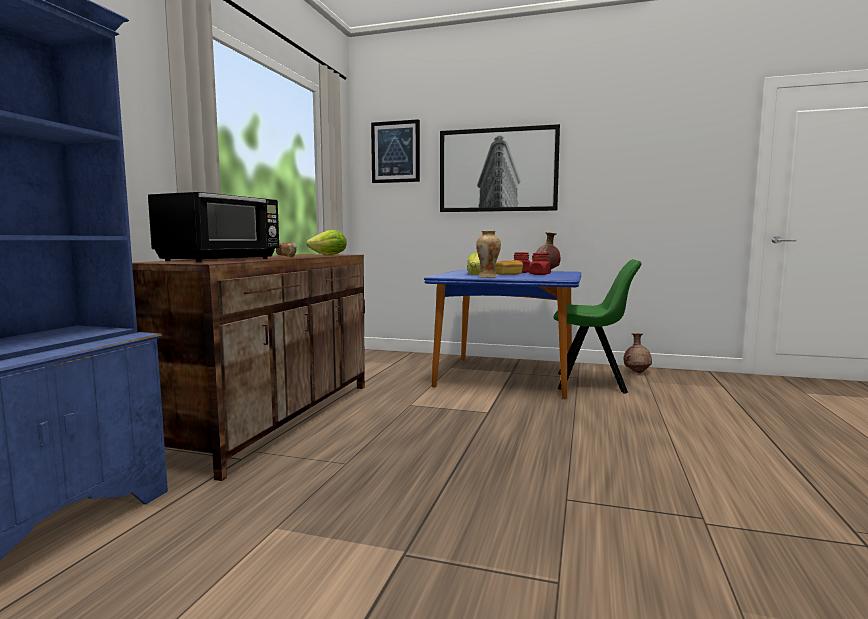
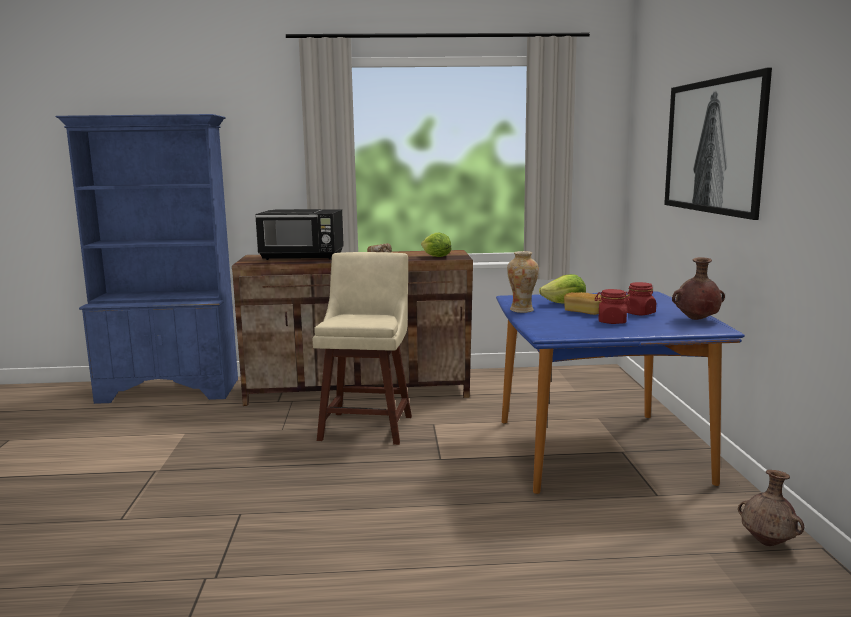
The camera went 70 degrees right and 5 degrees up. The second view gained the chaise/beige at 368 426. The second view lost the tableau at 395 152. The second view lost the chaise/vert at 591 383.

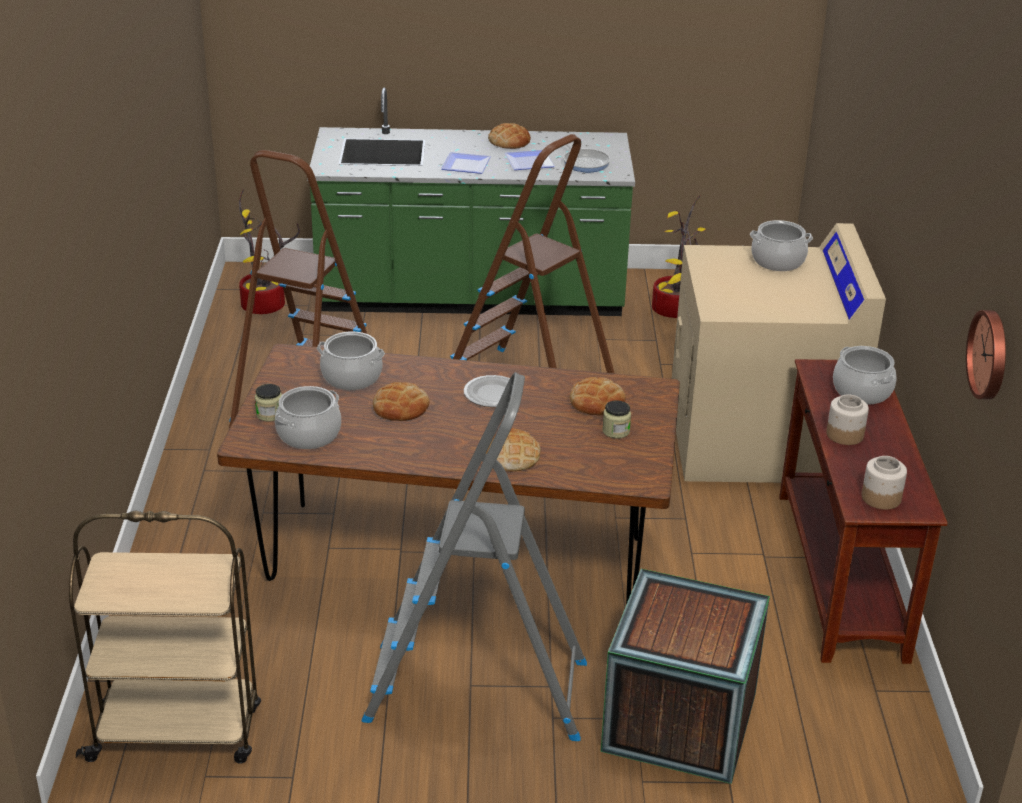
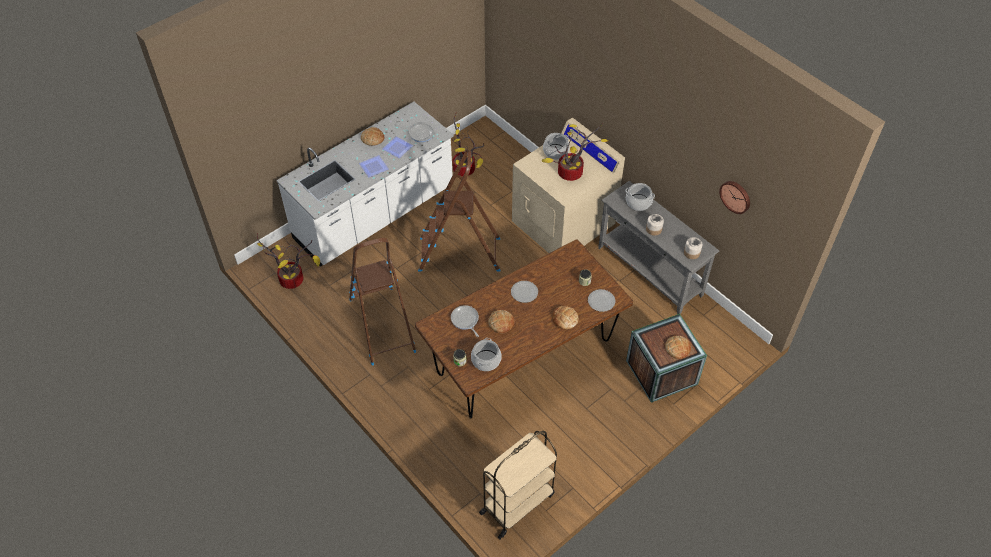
The camera went 40 degrees left and 20 degrees up. What was the comptoir de cuisine/vert at 471 296 turned into the comptoir de cuisine/blanc at 375 214. Where the marmite stood at 351 377, the poêle came to stand at 465 320. The second view gained the plante en pot at 570 174. The second view gained the assiette at 601 301. What was the table console/marron at 841 575 turned into the table console/gris at 650 271. The pain ended up elsewhere, having gone from 597 402 to 677 348. The second view lost the escabeau/gris at 475 691.

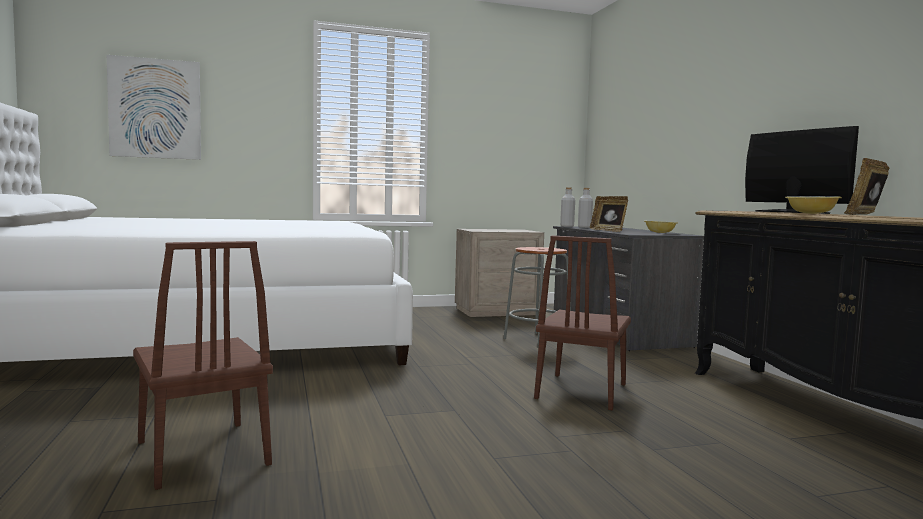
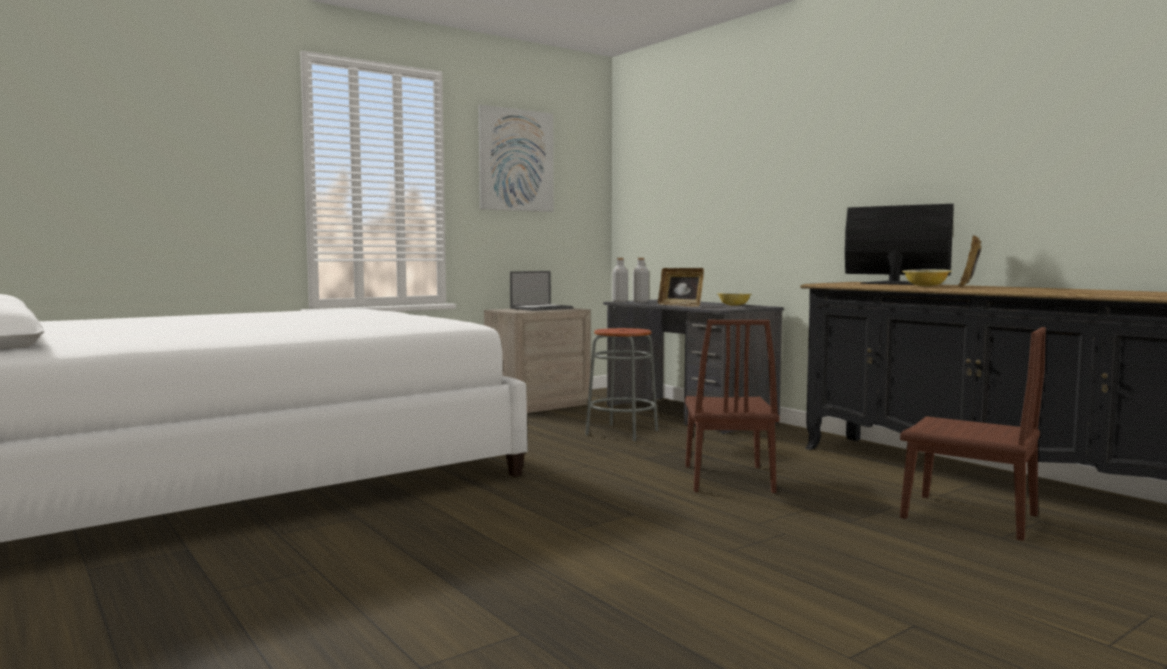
The camera went 20 degrees left and 0 degrees up. The tableau ended up elsewhere, having gone from 155 108 to 516 160. The second view gained the ordinateur portable at 542 308. The chaise/marron ended up elsewhere, having gone from 202 452 to 968 516.

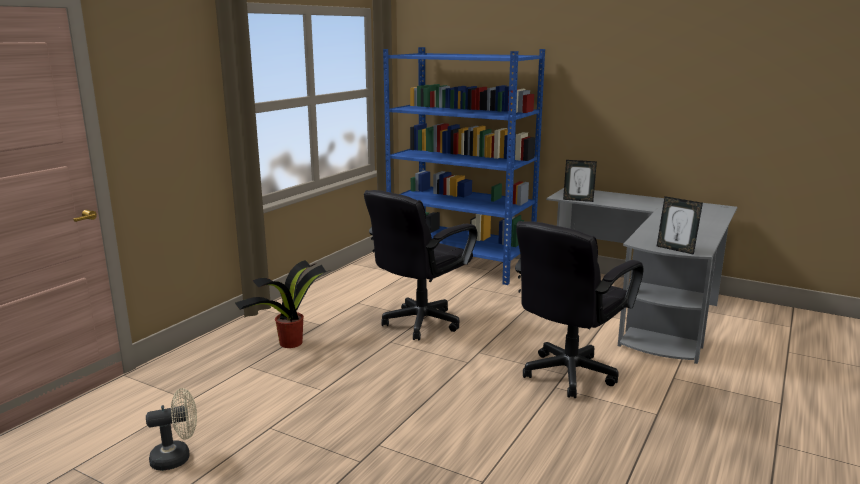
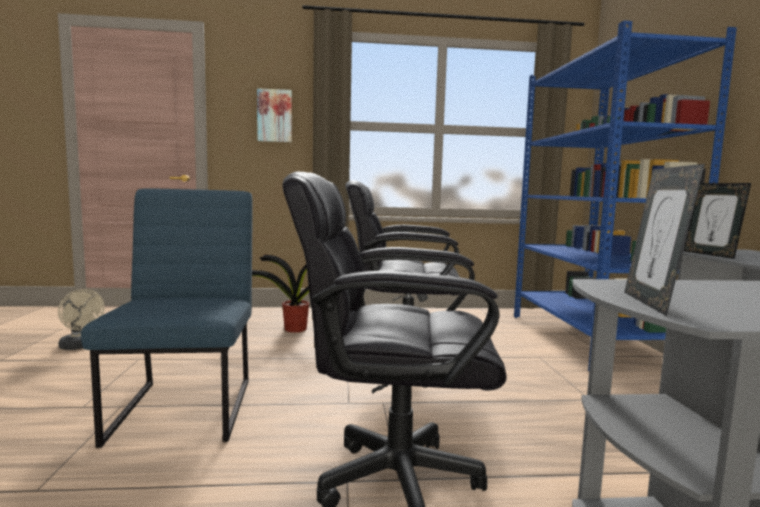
The camera went 55 degrees right and 10 degrees down. The second view gained the chaise/bleu at 186 407. The second view gained the tableau at 275 116.

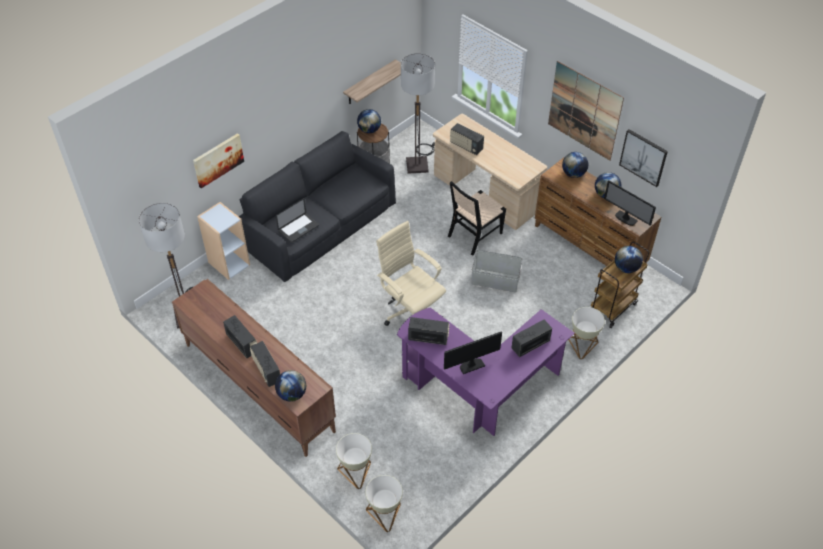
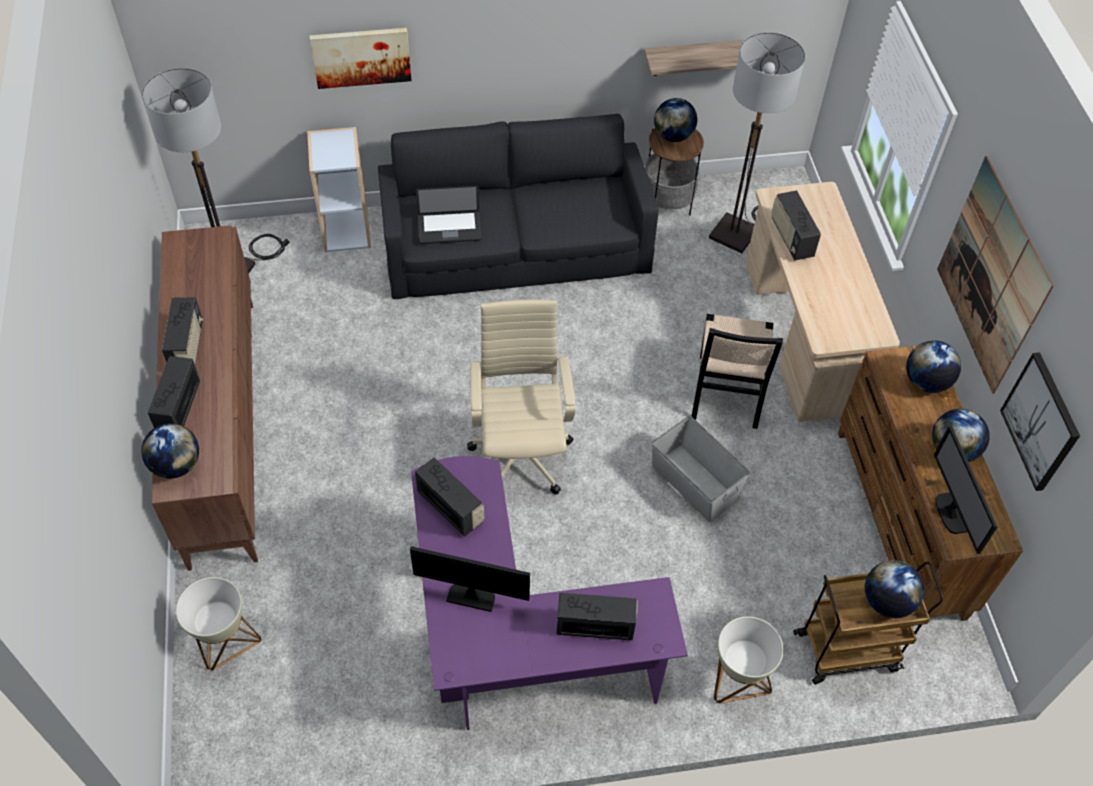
The camera went 35 degrees right and 5 degrees up. The chaise at 475 235 ended up facing another way, 75 degrees counterclockwise from before. The second view lost the cache-pot at 384 516.

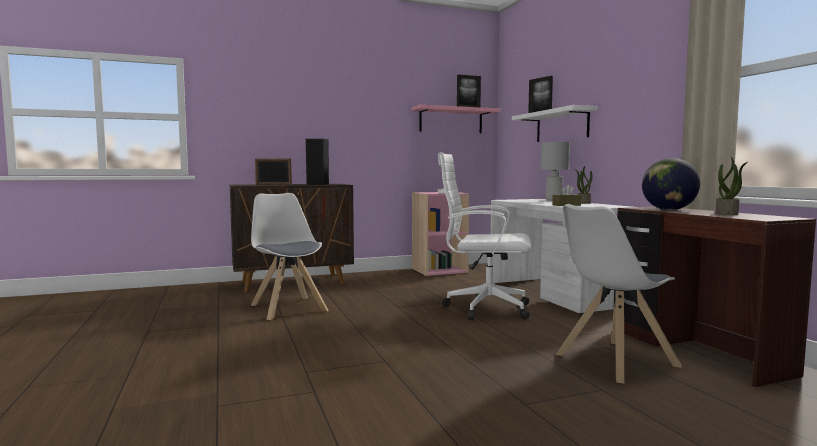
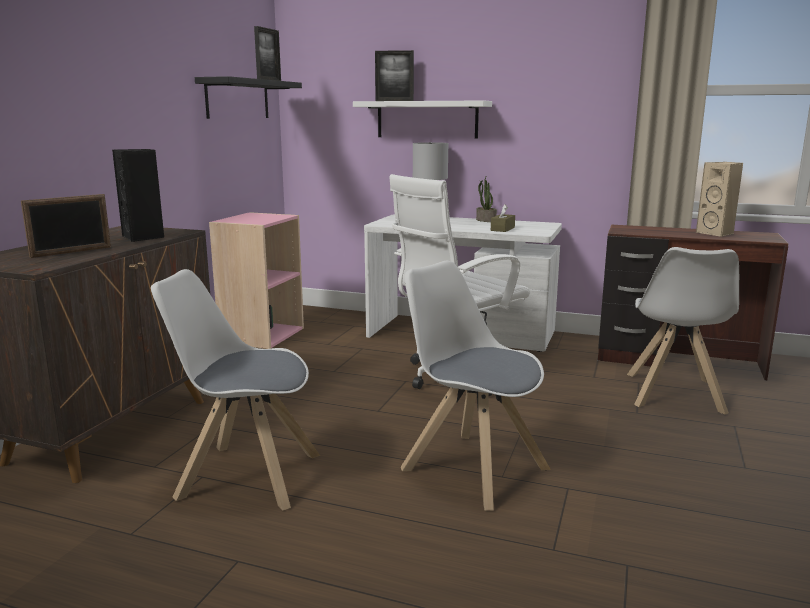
The camera went 50 degrees left and 10 degrees up. What was the étagère/rose at 451 120 turned into the étagère/noir at 238 99. The second view gained the chaise at 471 467. Where the plante en pot stood at 727 213, the enceinte/beige came to stand at 716 233. The second view lost the globe at 668 210.

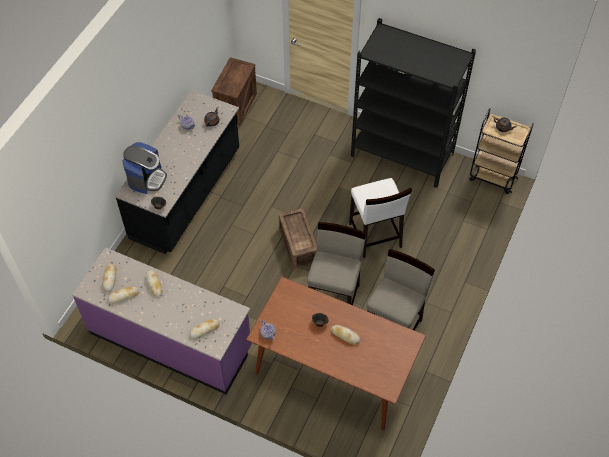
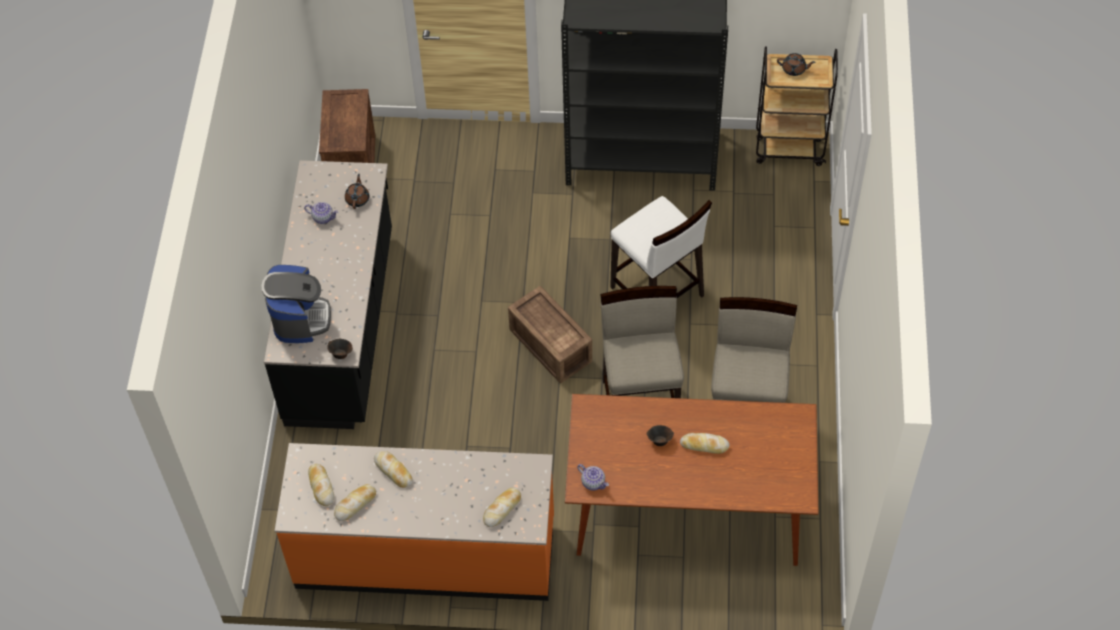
The camera went 20 degrees left and 0 degrees up. What was the comptoir de cuisine/violet at 170 340 turned into the comptoir de cuisine/orange at 426 552.

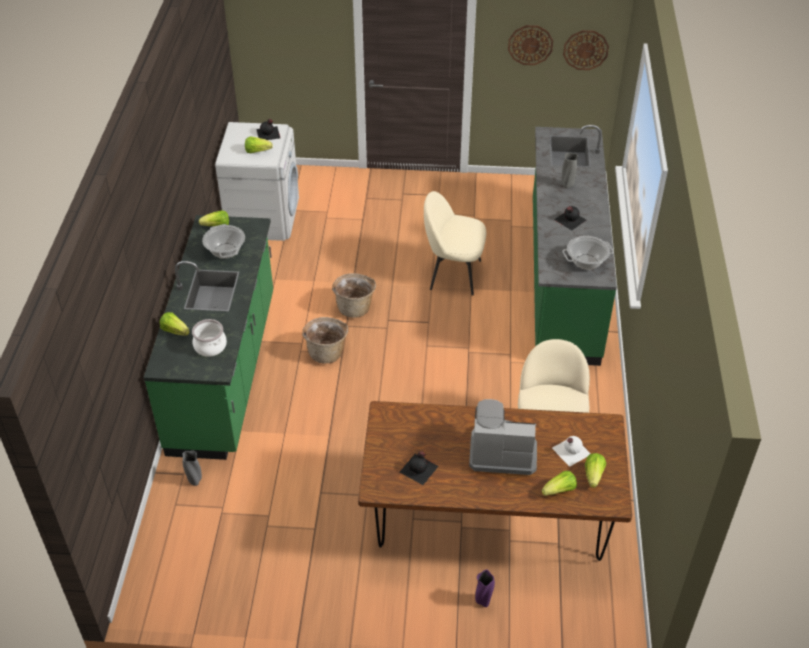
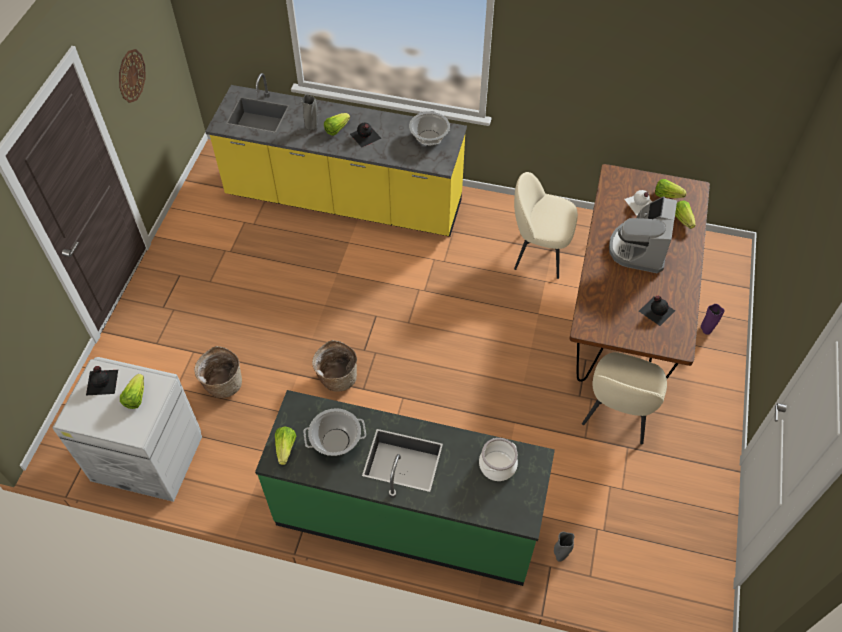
The camera went 80 degrees left and 10 degrees up. The panier ended up elsewhere, having gone from 327 352 to 223 383. What was the comptoir de cuisine/vert at 561 279 turned into the comptoir de cuisine/jaune at 344 201. The laitue ended up elsewhere, having gone from 175 331 to 336 129. The chaise/beige ended up elsewhere, having gone from 453 274 to 617 415. The second view lost the horloge murale at 585 49.

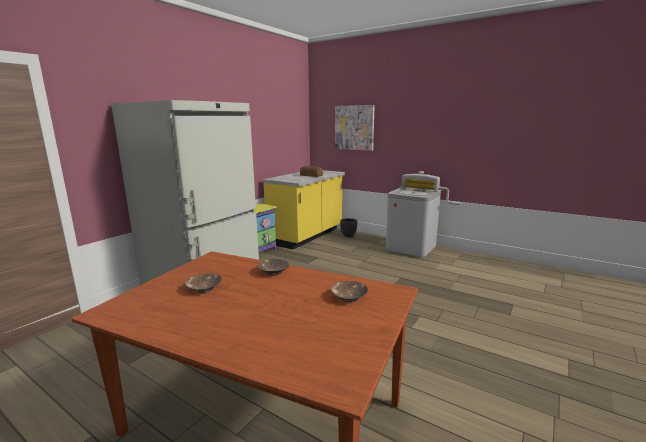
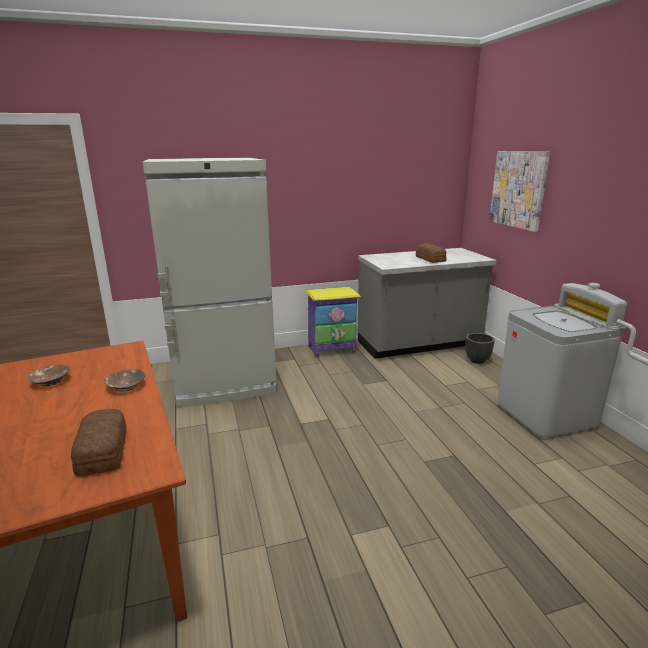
The camera went 40 degrees right and 5 degrees up. Where the bol/marron stood at 349 297, the pain came to stand at 104 451. What was the comptoir de cuisine/jaune at 307 236 turned into the comptoir de cuisine/gris at 419 344.

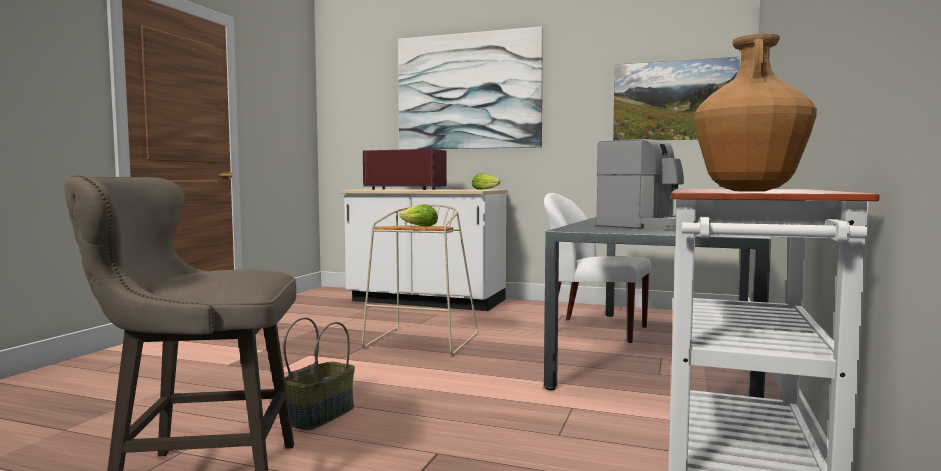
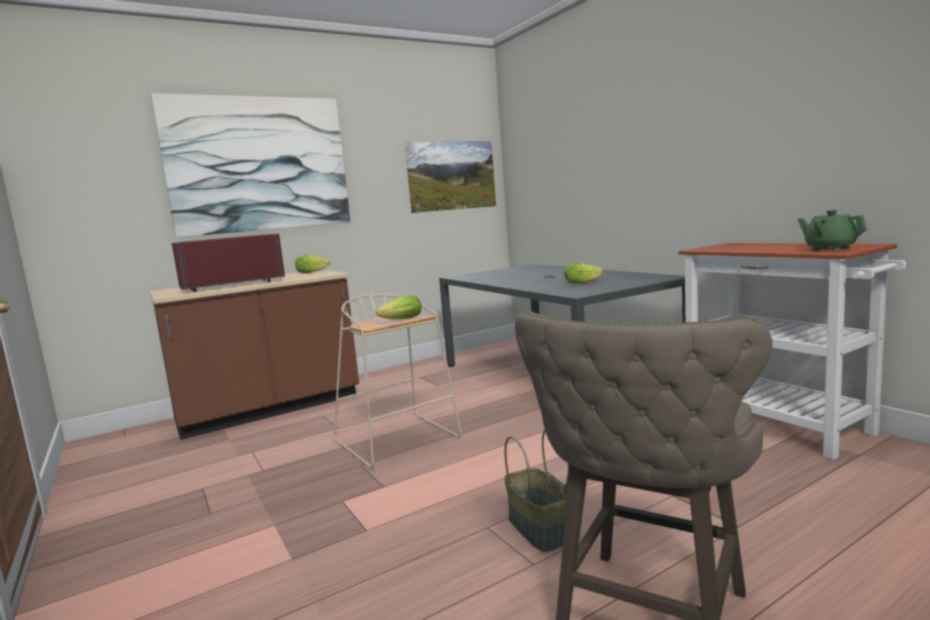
The camera went 50 degrees left and 5 degrees up. What was the comptoir de cuisine/blanc at 426 301 turned into the comptoir de cuisine/marron at 269 409. Where the machine à café stood at 648 226, the laitue came to stand at 584 282. Where the vase/marron stood at 749 191, the théière/vert came to stand at 830 249. The second view lost the chaise/blanc at 594 330.

